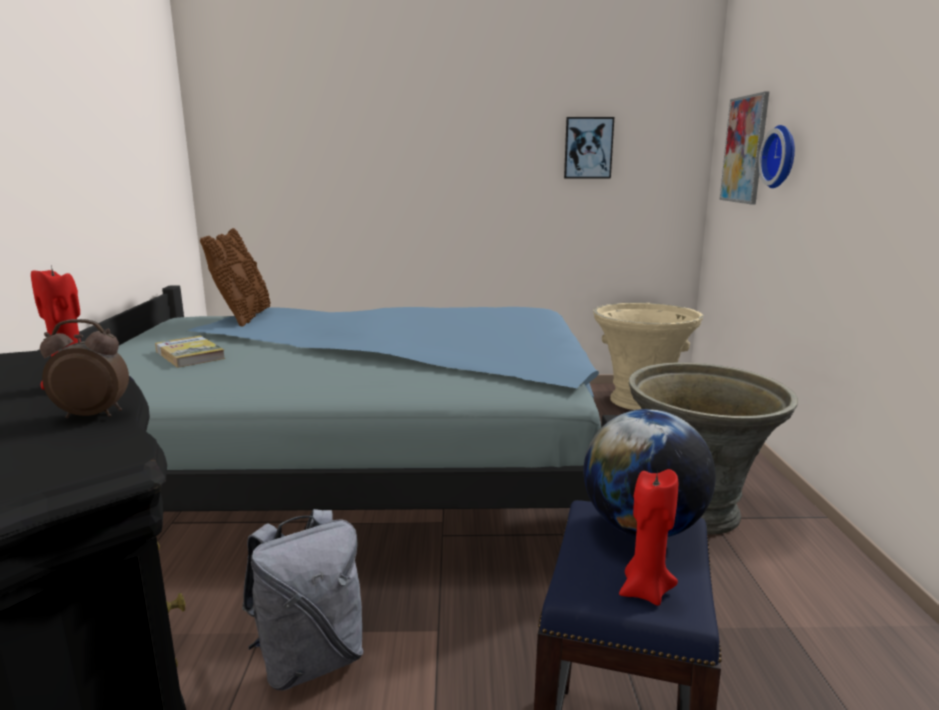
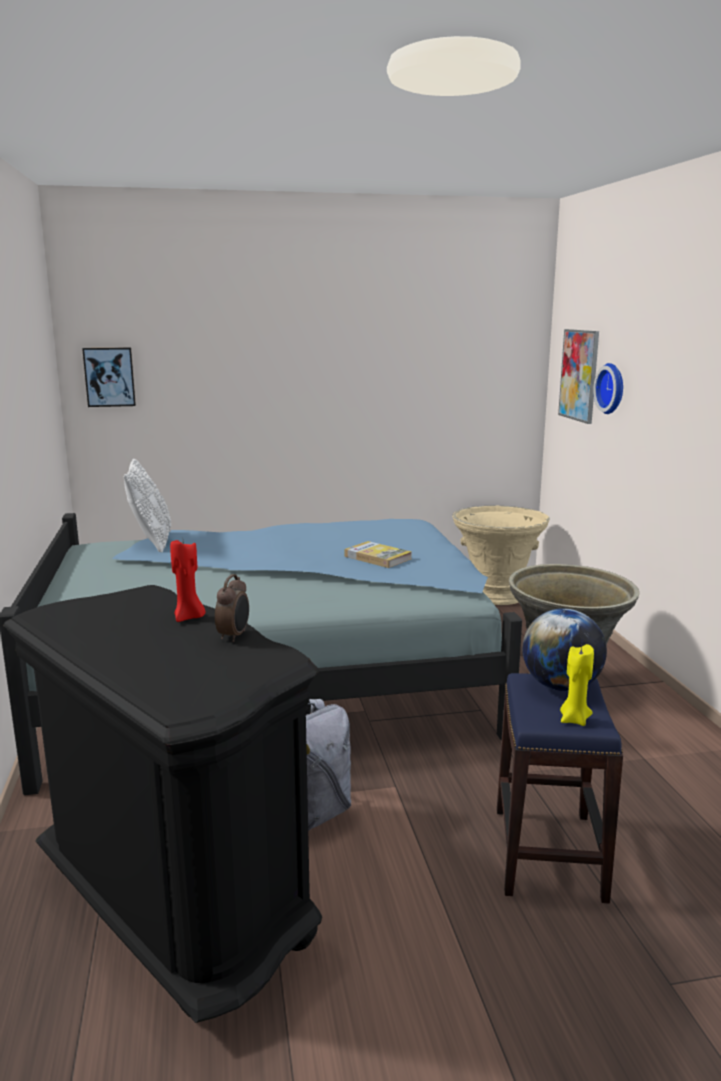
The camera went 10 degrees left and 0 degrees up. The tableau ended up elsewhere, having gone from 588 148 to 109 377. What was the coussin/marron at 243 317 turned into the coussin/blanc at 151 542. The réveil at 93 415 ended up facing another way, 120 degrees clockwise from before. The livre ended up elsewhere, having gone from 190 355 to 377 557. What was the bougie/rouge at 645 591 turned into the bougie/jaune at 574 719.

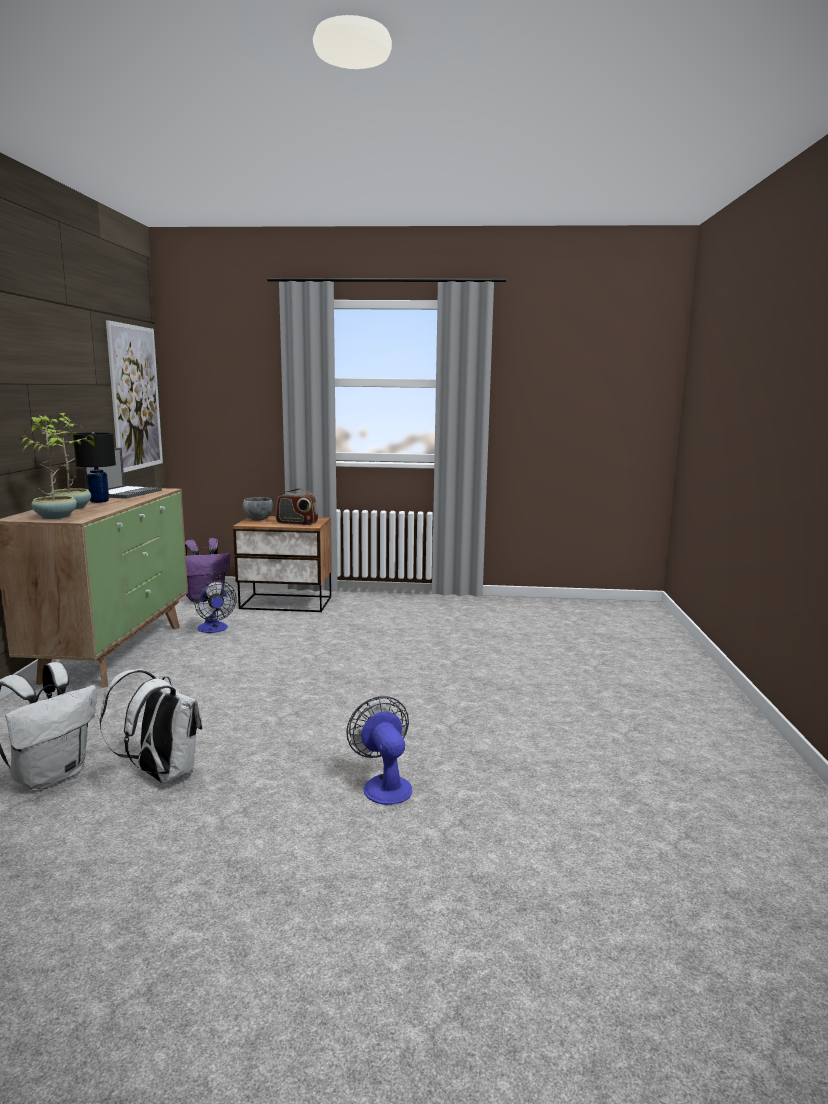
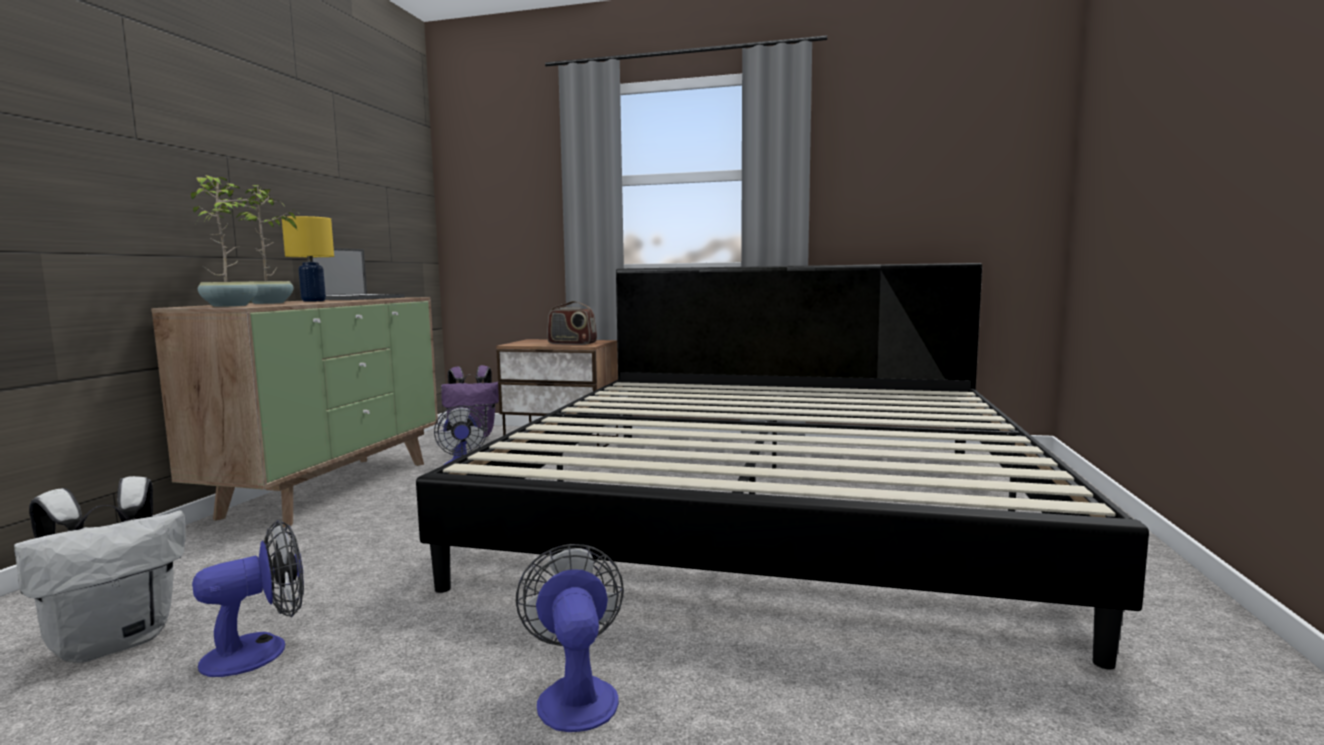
The camera went 10 degrees right and 5 degrees down. Where the sac à dos/blanc stood at 161 775, the ventilateur came to stand at 260 651. What was the lampe de table/noir at 100 501 turned into the lampe de table/jaune at 315 301. The second view gained the lit at 768 504. The second view lost the tableau at 135 397. The second view lost the bol/gris at 257 519.

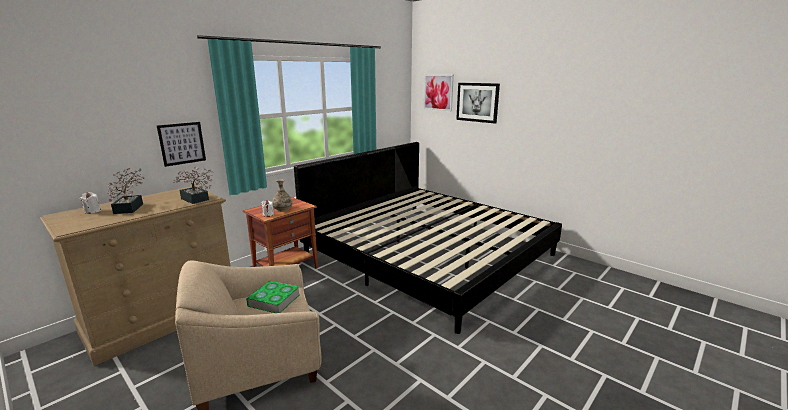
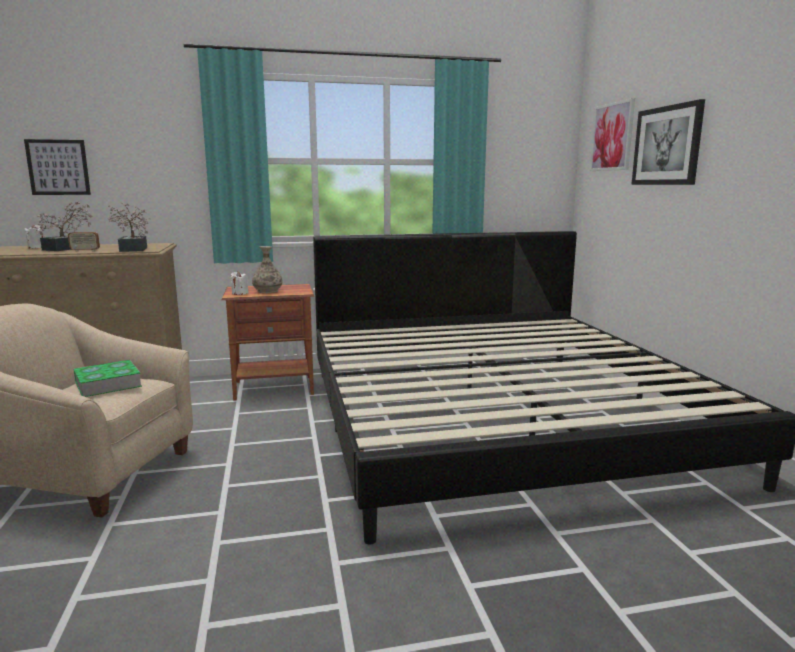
The camera went 35 degrees right and 5 degrees down. The tableau ended up elsewhere, having gone from 182 143 to 58 167. The second view gained the radio at 85 251.

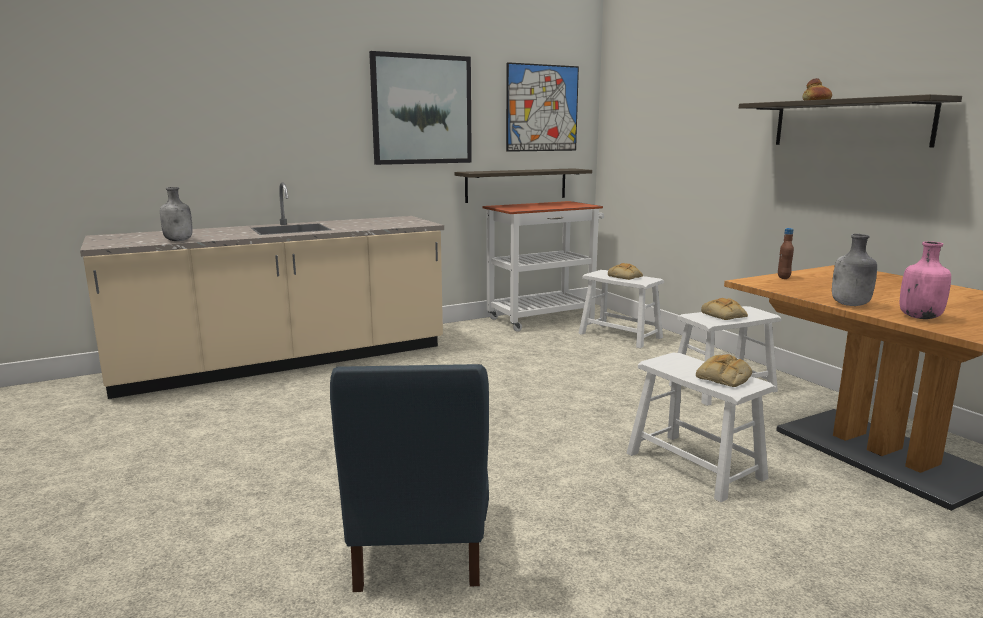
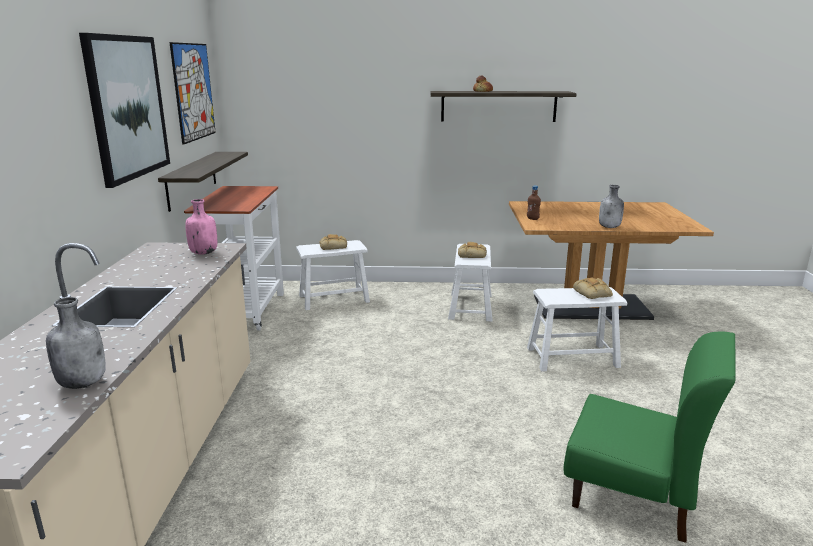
The camera went 60 degrees left and 5 degrees up. The bouteille/rose ended up elsewhere, having gone from 919 317 to 203 253. What was the chaise/bleu at 419 547 turned into the chaise/vert at 633 494.

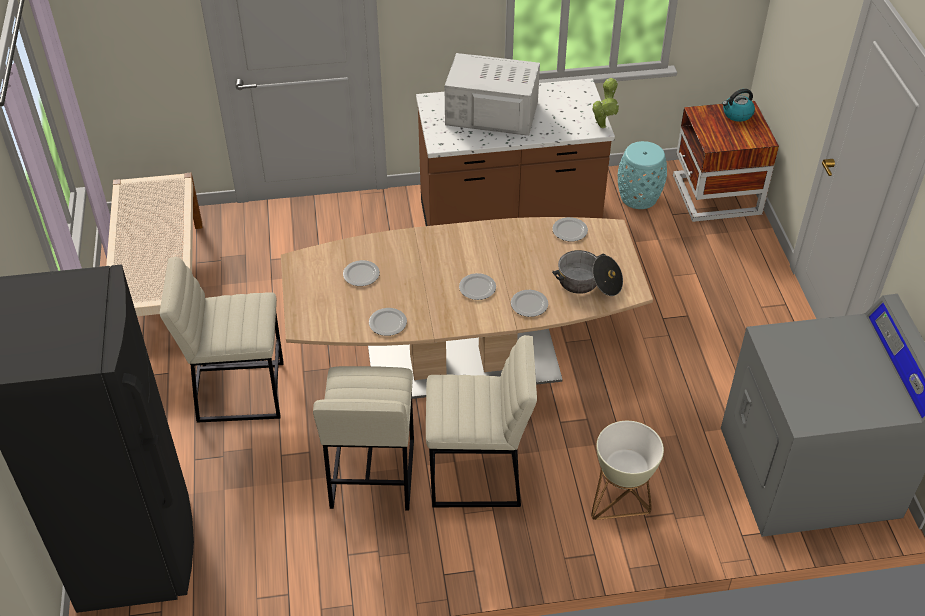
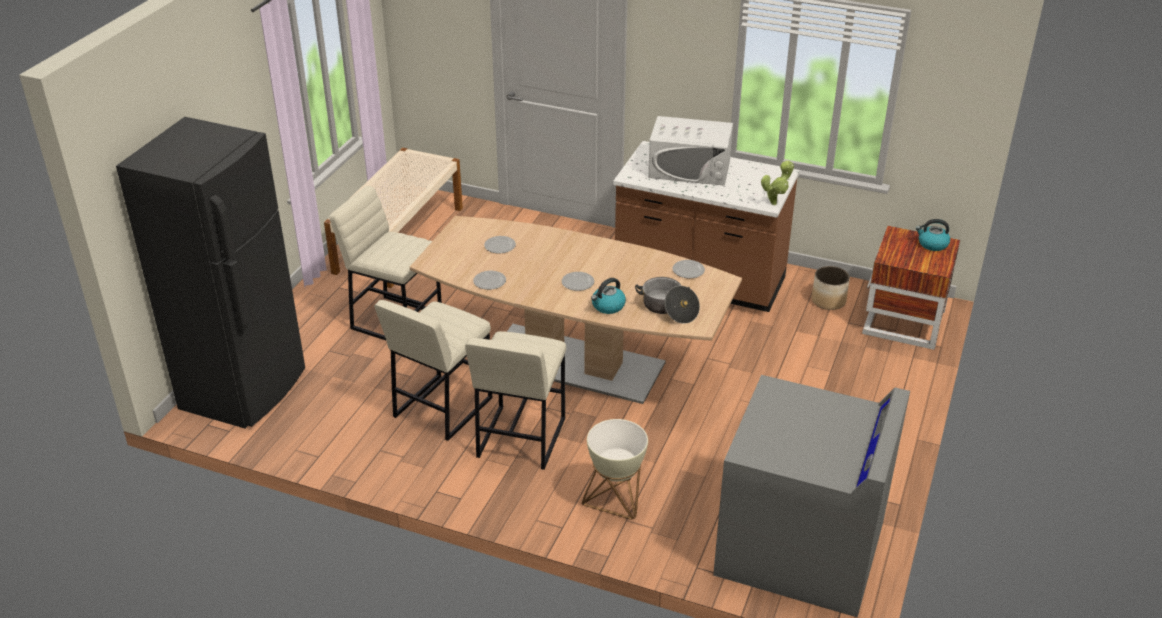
The camera went 30 degrees right and 10 degrees down. The chaise/beige at 479 474 ended up facing another way, 75 degrees clockwise from before. Where the assiette stood at 530 304, the bouilloire came to stand at 608 306. The micro-ondes/blanc at 491 113 ended up facing another way, 150 degrees clockwise from before. Where the tabouret/turquoise stood at 639 197, the cache-pot came to stand at 828 301.

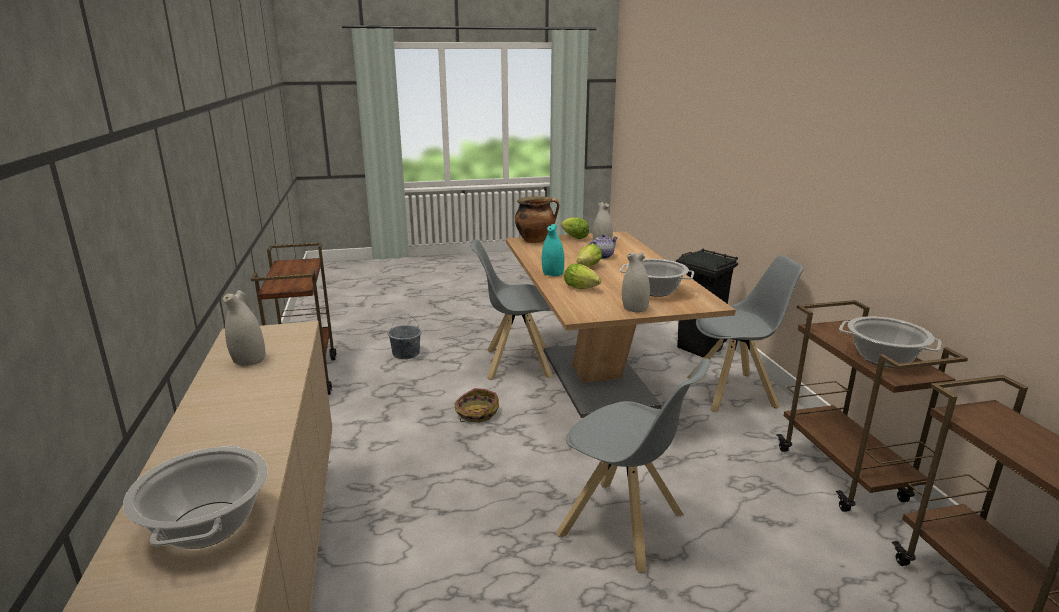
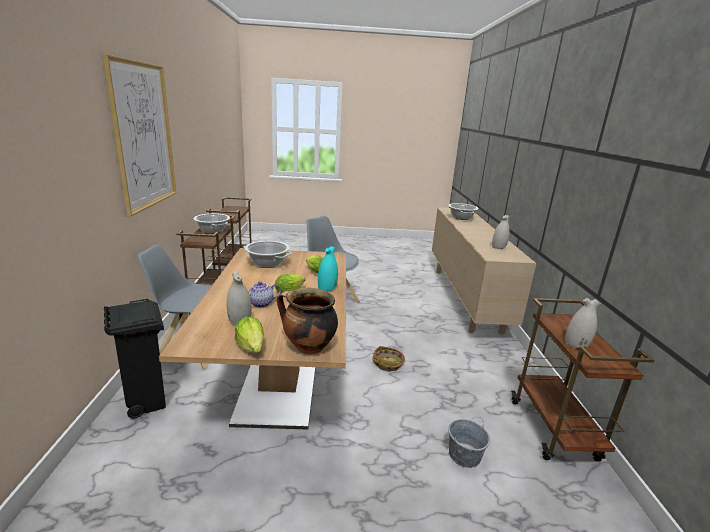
The camera went 170 degrees left and 0 degrees up. The second view gained the tableau at 144 136. The vase/blanc ended up elsewhere, having gone from 634 308 to 576 344. The second view lost the chaise/gris at 515 363.

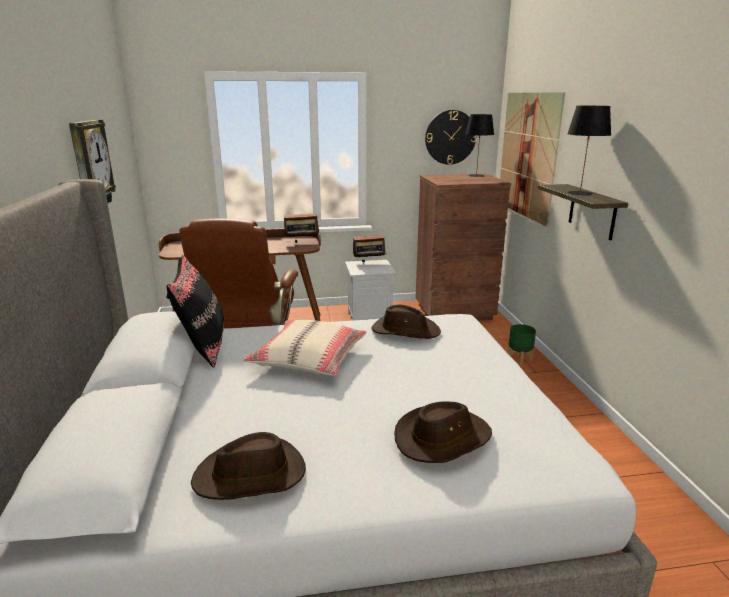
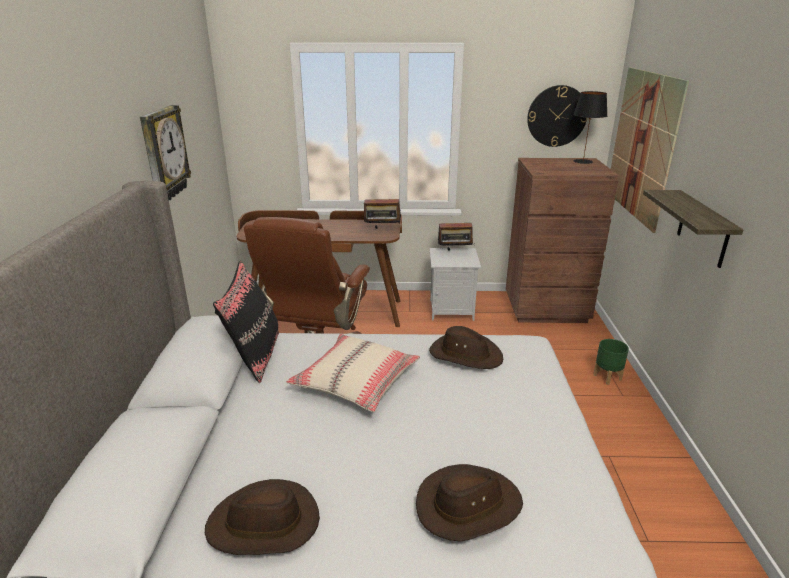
The camera went 10 degrees right and 5 degrees up. The second view lost the lampe de table/noir at 580 193.

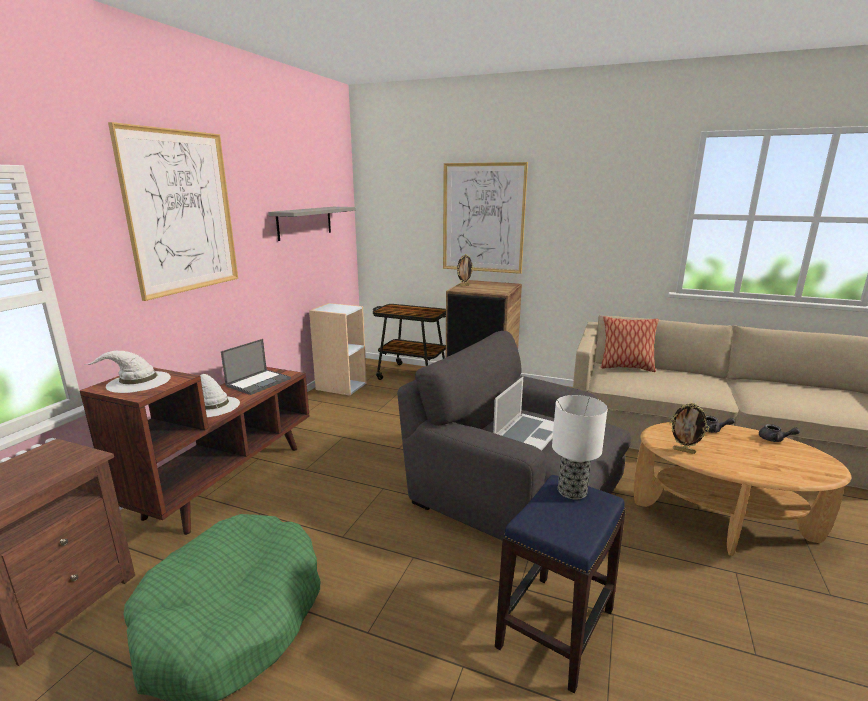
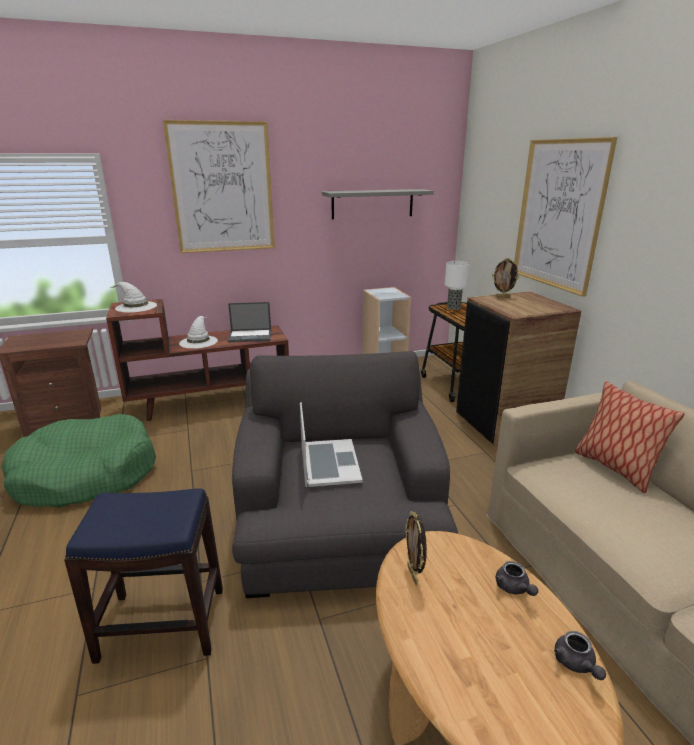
The camera went 50 degrees right and 5 degrees up. The ordinateur portable at 527 432 ended up facing another way, 90 degrees counterclockwise from before. The lampe de table ended up elsewhere, having gone from 572 492 to 453 308.

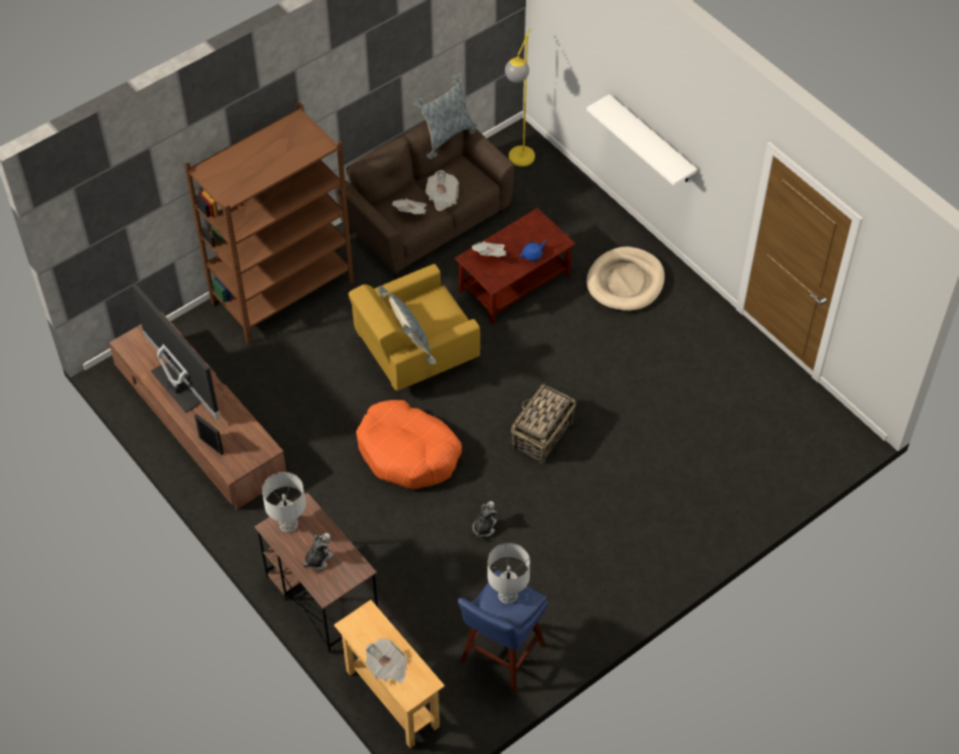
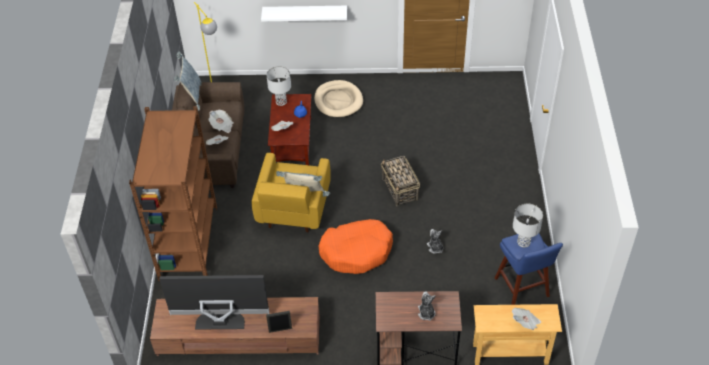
The camera went 50 degrees left and 5 degrees down. The lampe de table/blanc ended up elsewhere, having gone from 289 524 to 281 101.

